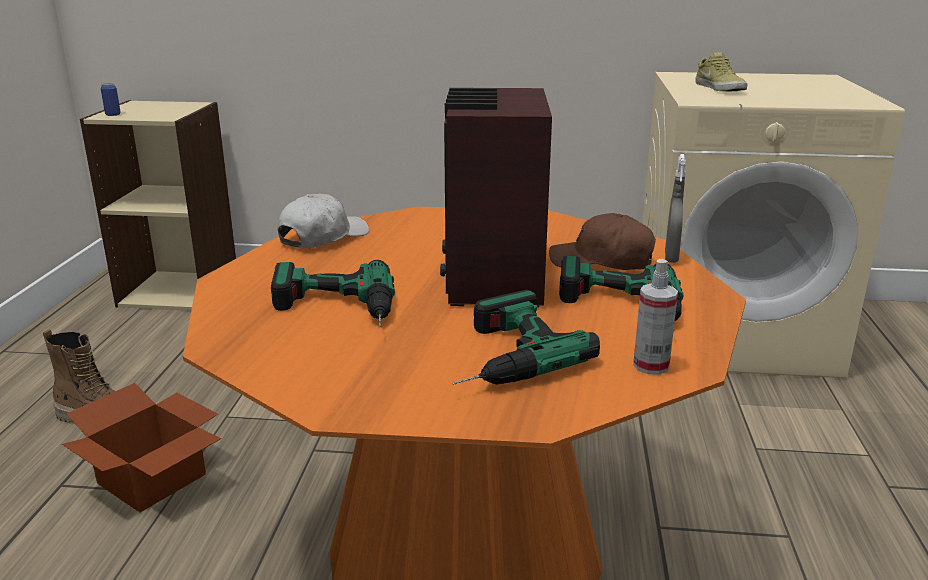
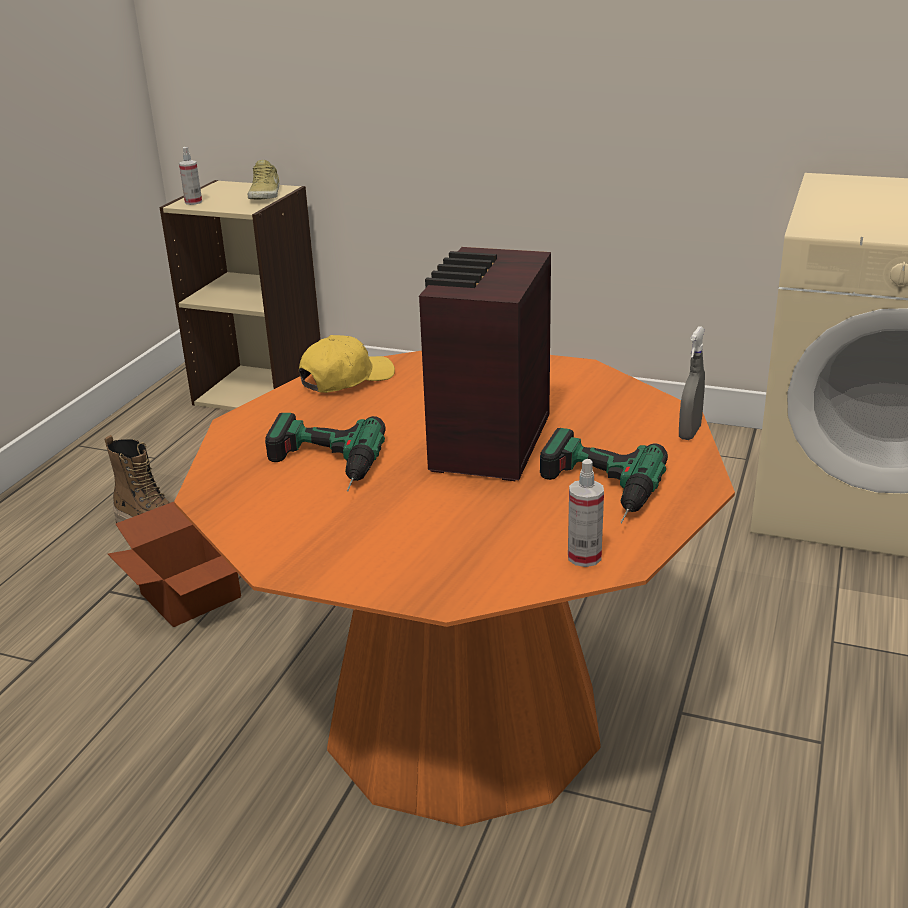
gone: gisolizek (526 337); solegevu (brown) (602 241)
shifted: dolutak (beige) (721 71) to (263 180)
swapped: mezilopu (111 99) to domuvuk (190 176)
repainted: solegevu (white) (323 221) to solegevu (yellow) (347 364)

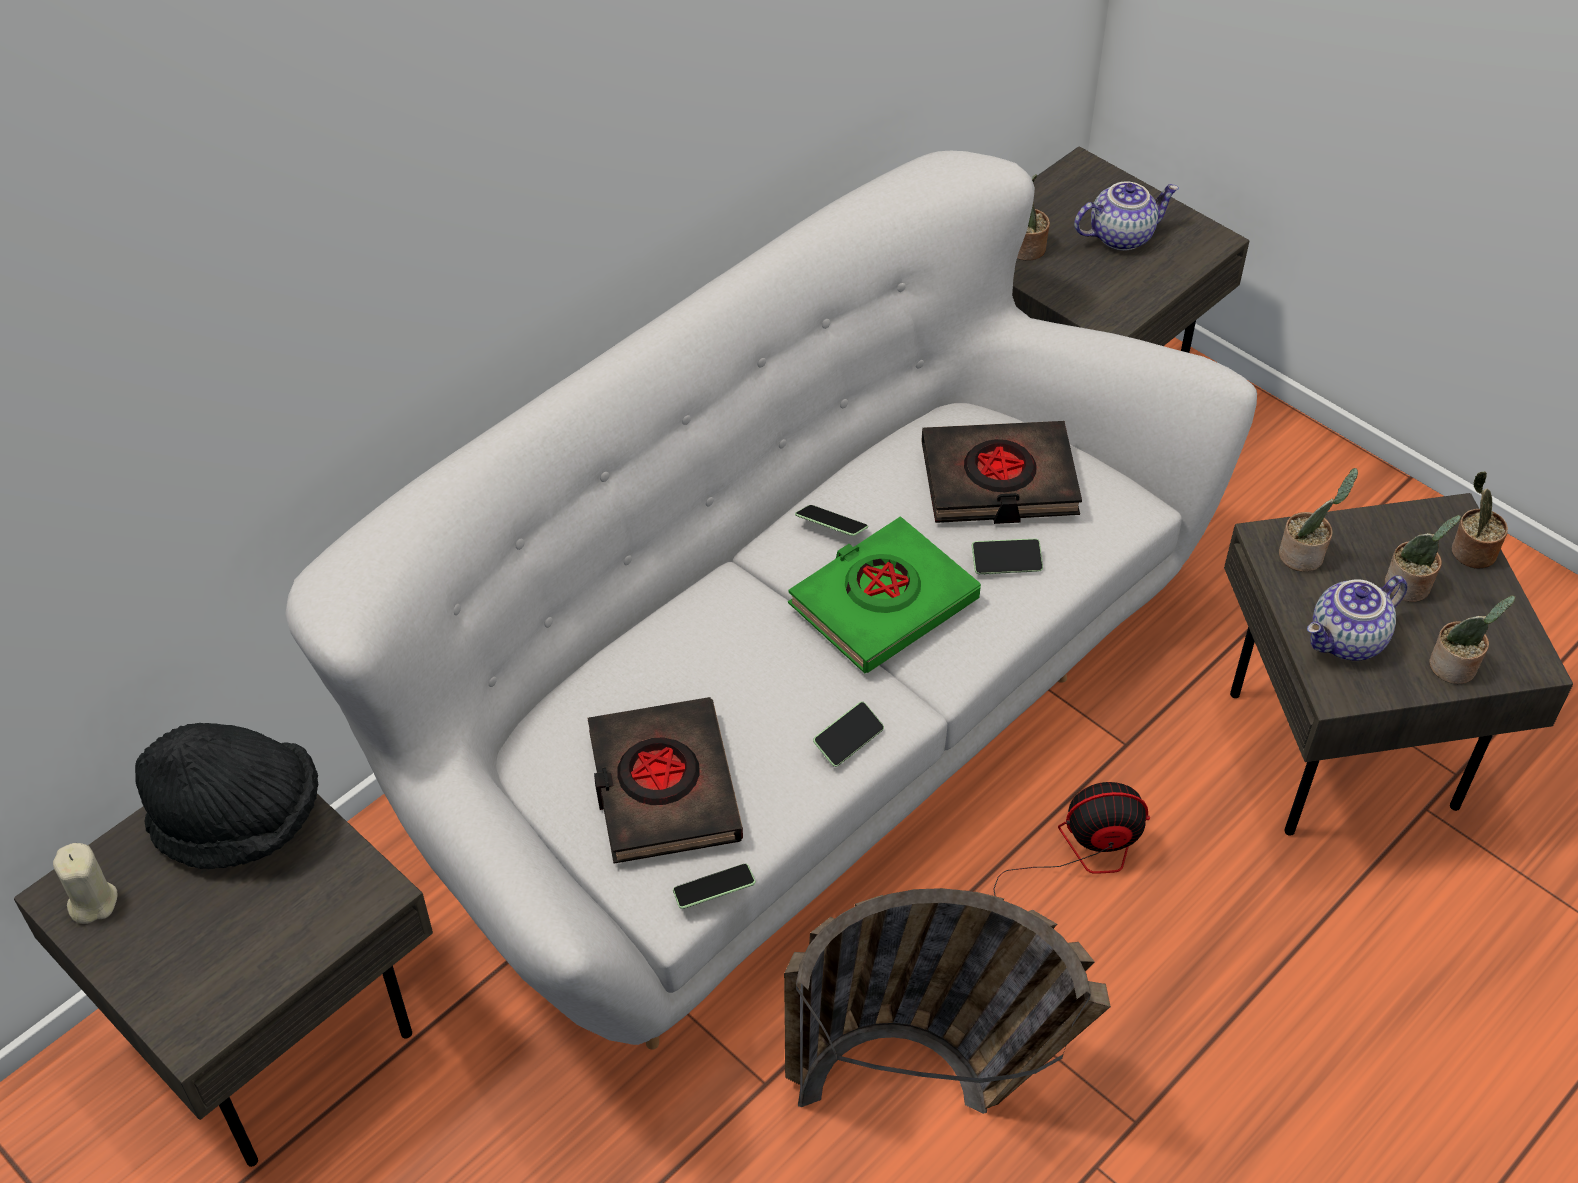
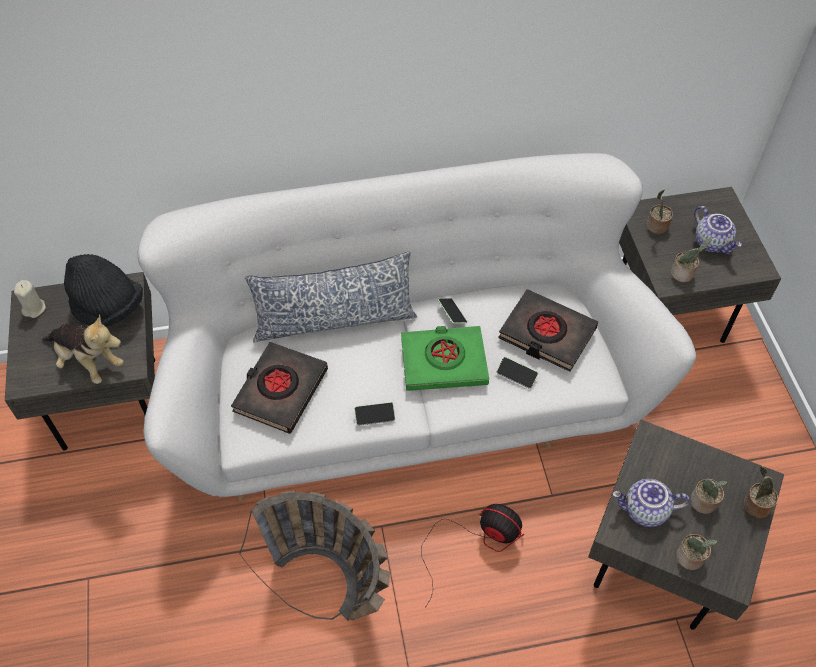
gone: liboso (714 886)
new: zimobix (83 349); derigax (331 297)
shifted: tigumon (1318 520) to (691 259)
rotated: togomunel (1126 216) = (718 230) 45 degrees clockwise

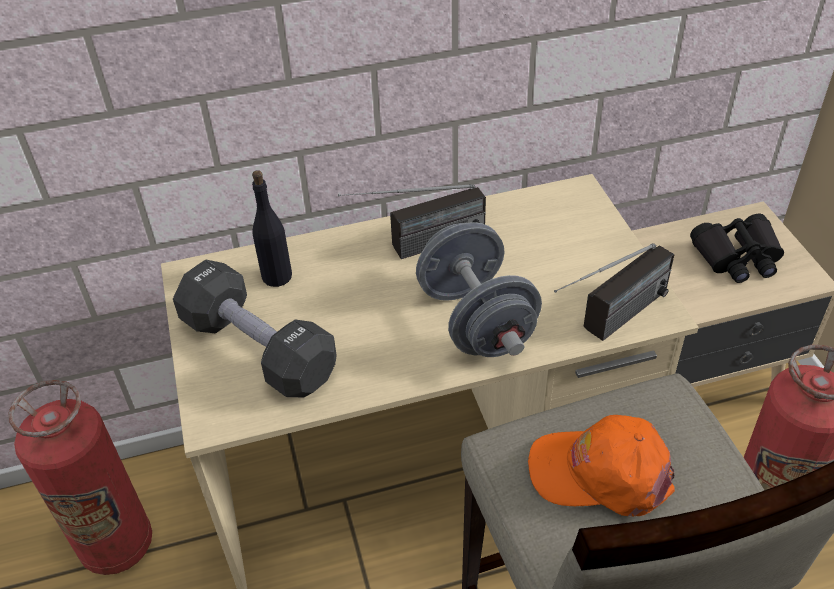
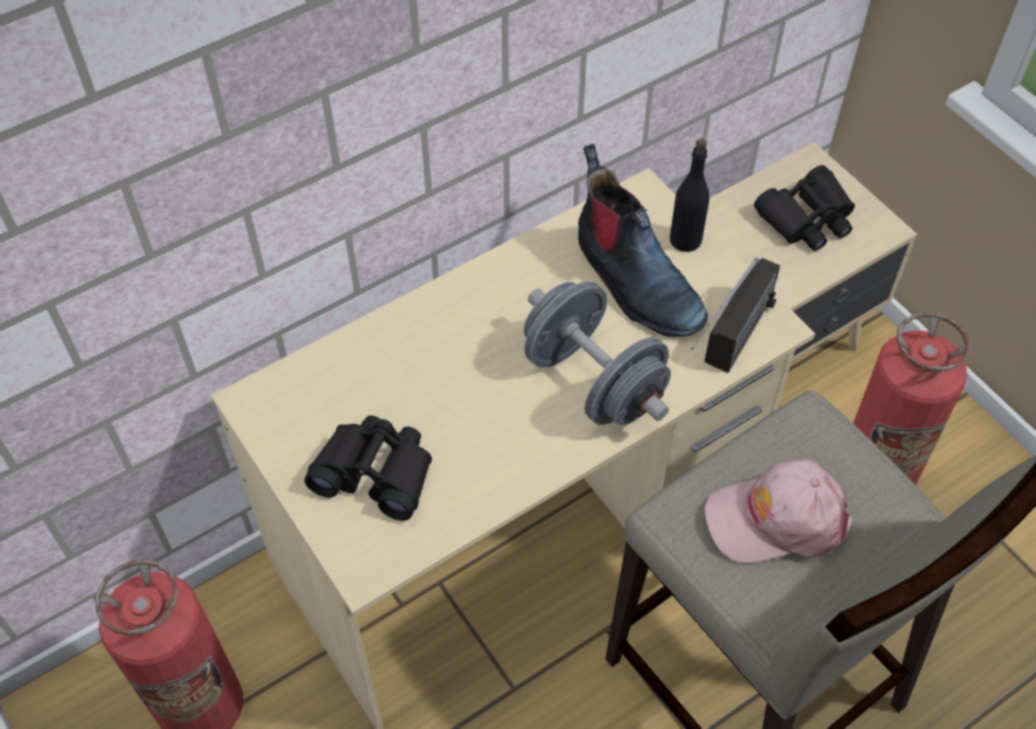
gone: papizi (412 221)
new: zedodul (643 240)
shifted: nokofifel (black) (272 228) to (689 195)
swapped: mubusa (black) (255 328) to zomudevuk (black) (368 468)
repainted: solegevu (orange) (601 465) to solegevu (pink) (778 511)

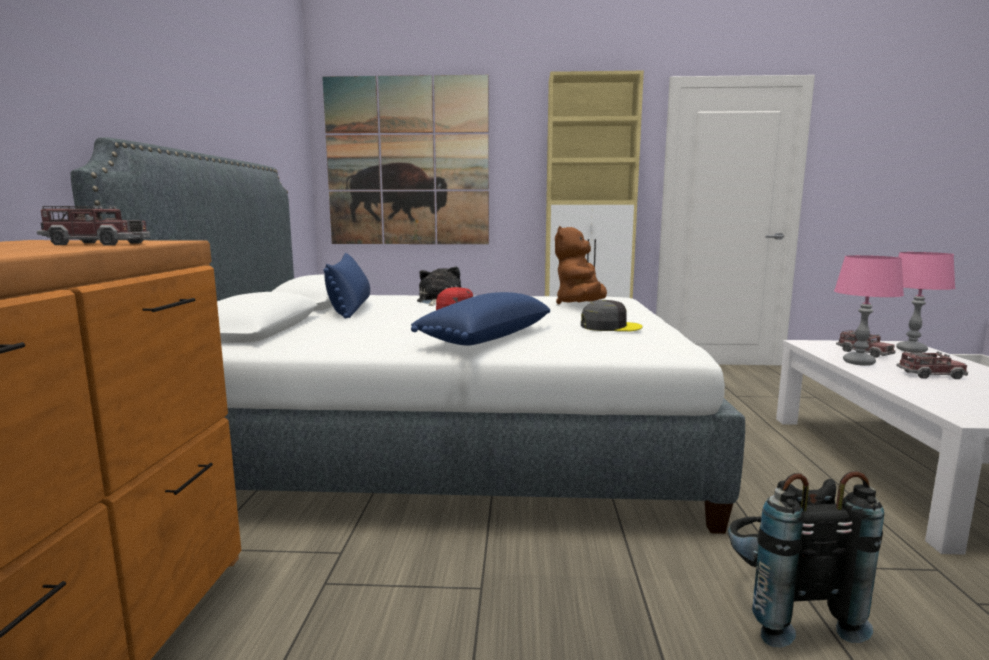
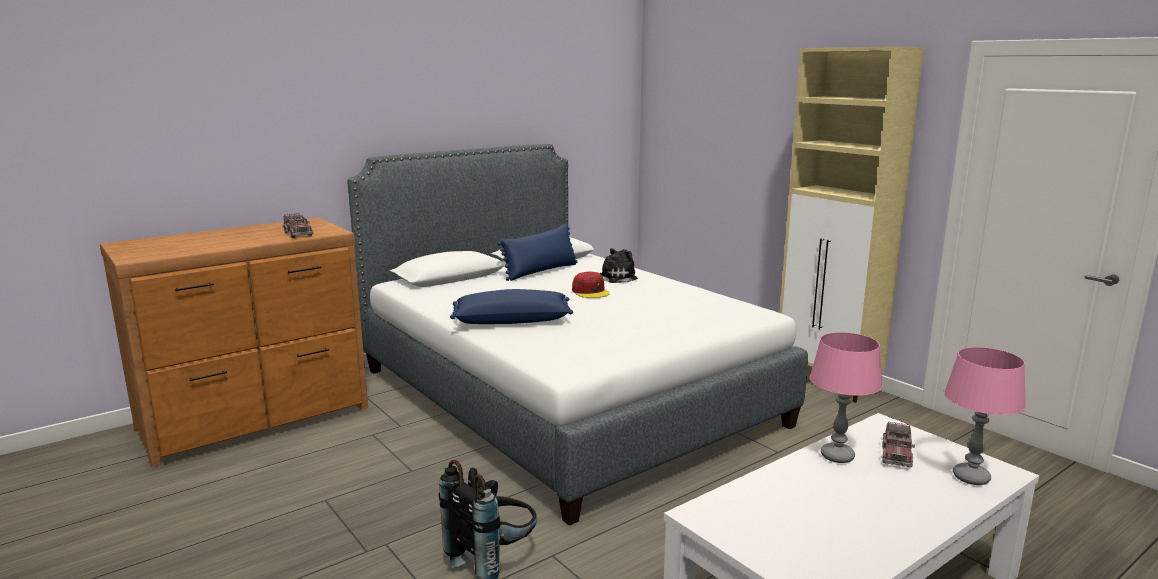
gone: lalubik (405 159); zimobix (brown) (581 265); solegevu (grey) (612 316); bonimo (932 365)

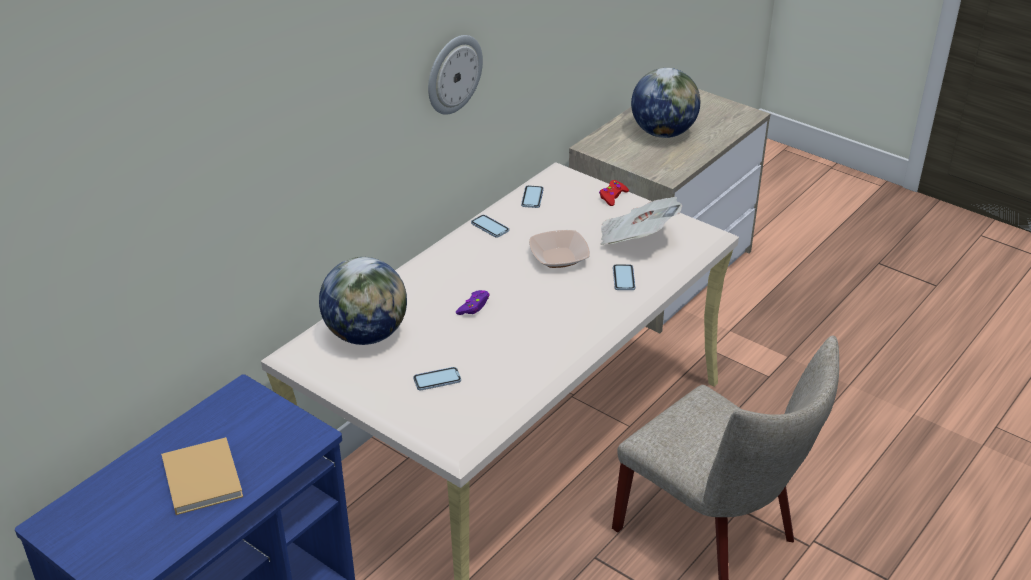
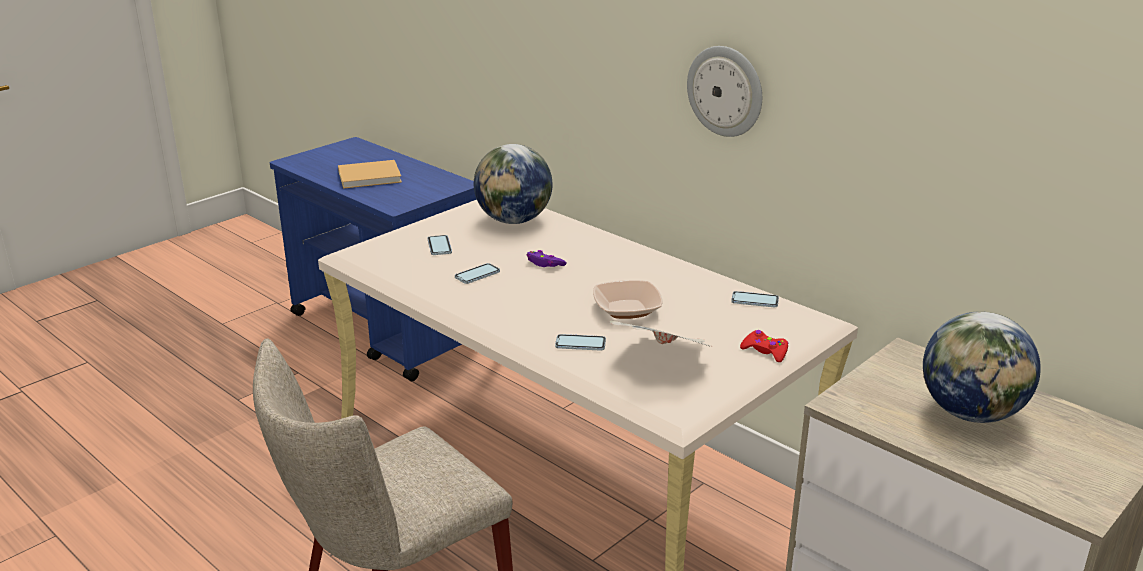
shifted: liboso (490 226) to (477 273)

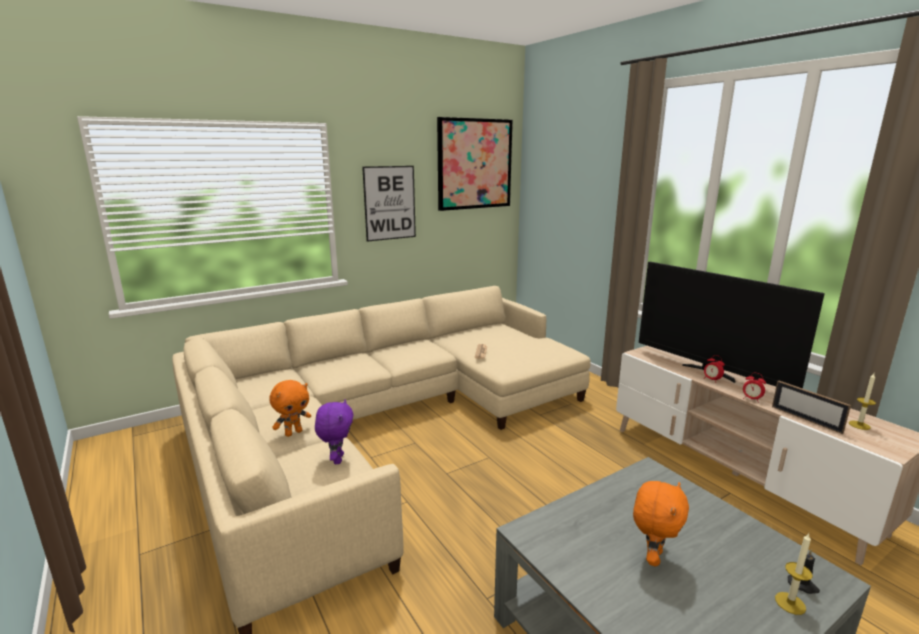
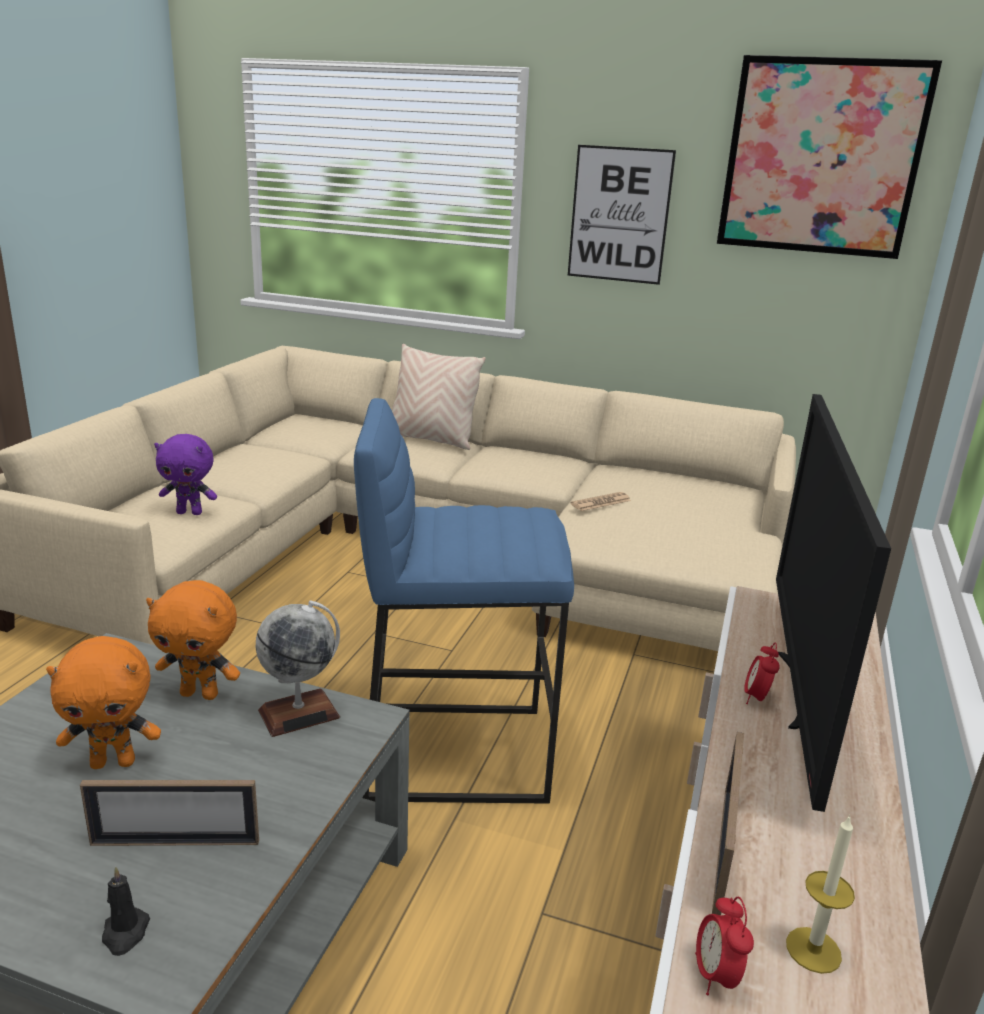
gone: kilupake (794 574)
new: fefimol (169 813); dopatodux (298 669); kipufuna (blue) (464 600); derigax (beige) (439 397)
shifted: zimobix (orange) (290 408) to (193 640); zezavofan (754 388) to (724 946)
rotated: zimobix (purple) (334 431) = (185 474) 45 degrees clockwise

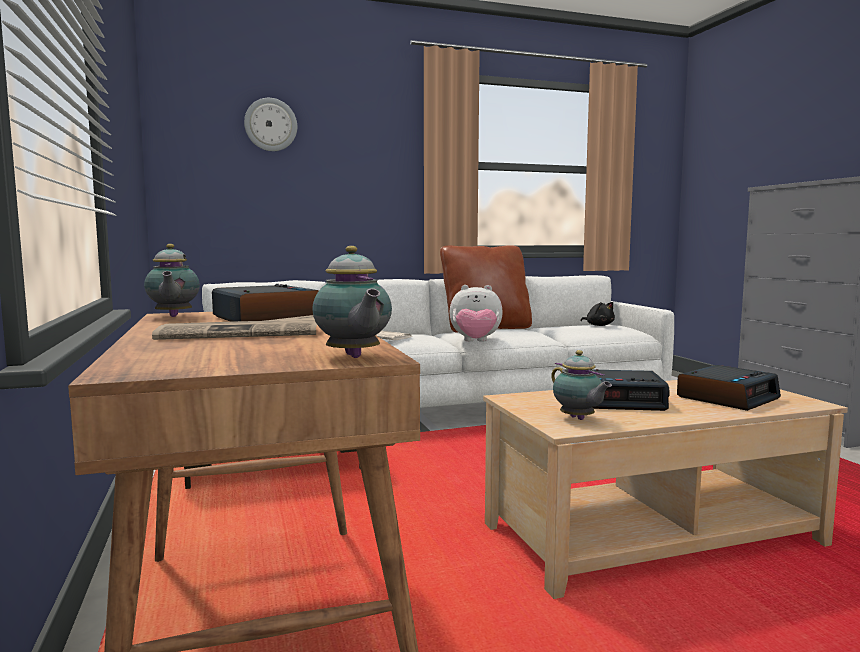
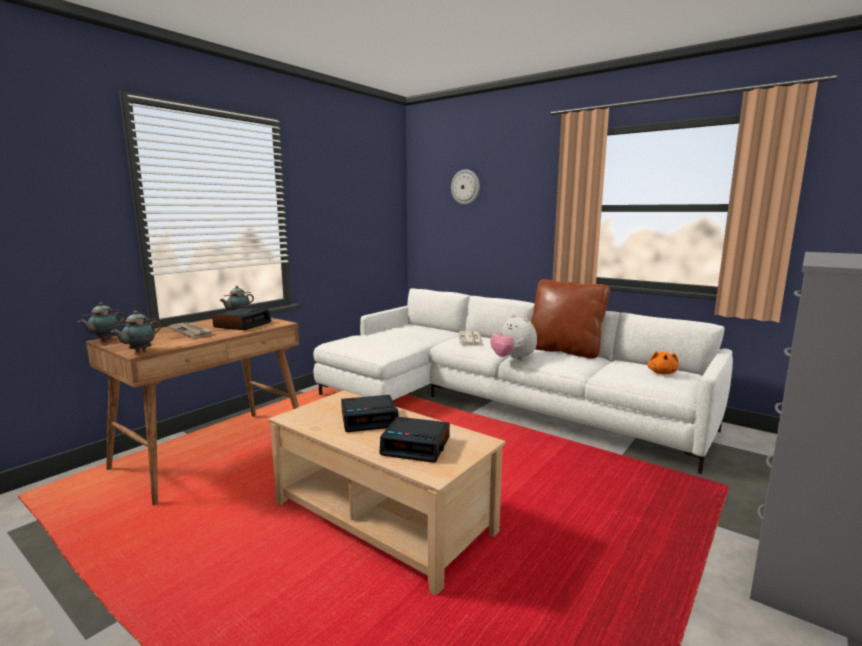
shifted: togomunel (581 385) to (101 321)
repainted: zimobix (black) (598 314) to zimobix (orange) (663 362)
rotated: zezavofan (630 390) = (369 413) 75 degrees counterclockwise

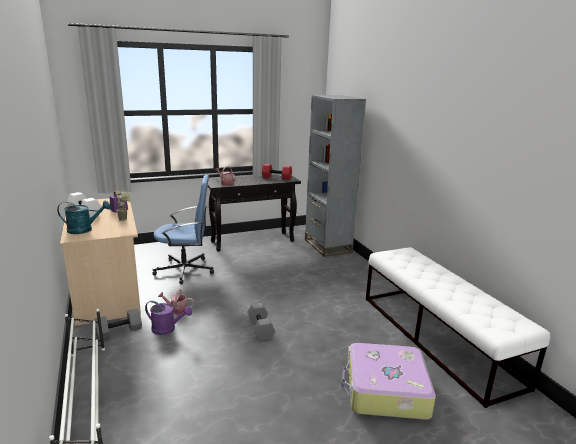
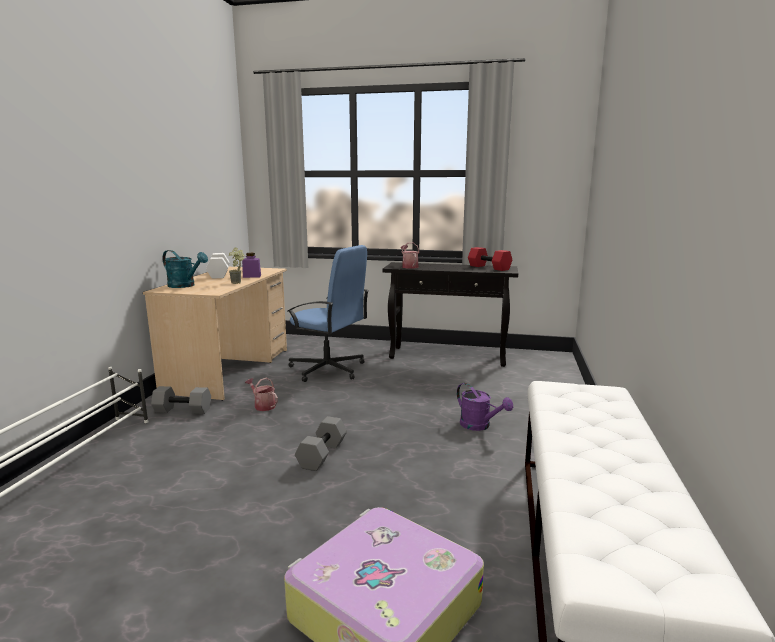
gone: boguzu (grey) (335 176)
shifted: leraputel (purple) (168 318) to (485 407)

